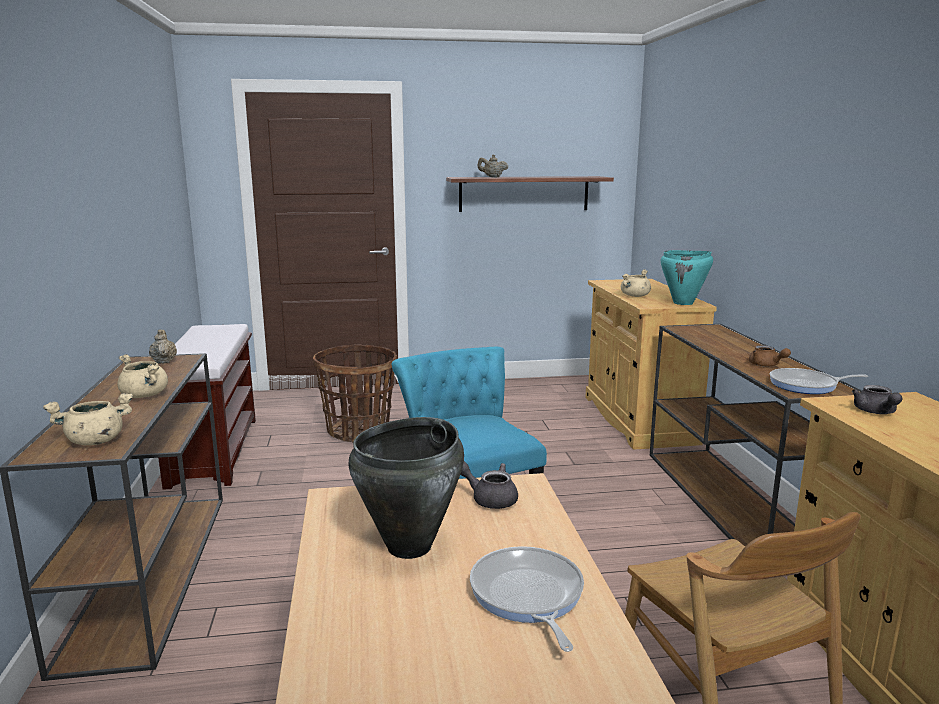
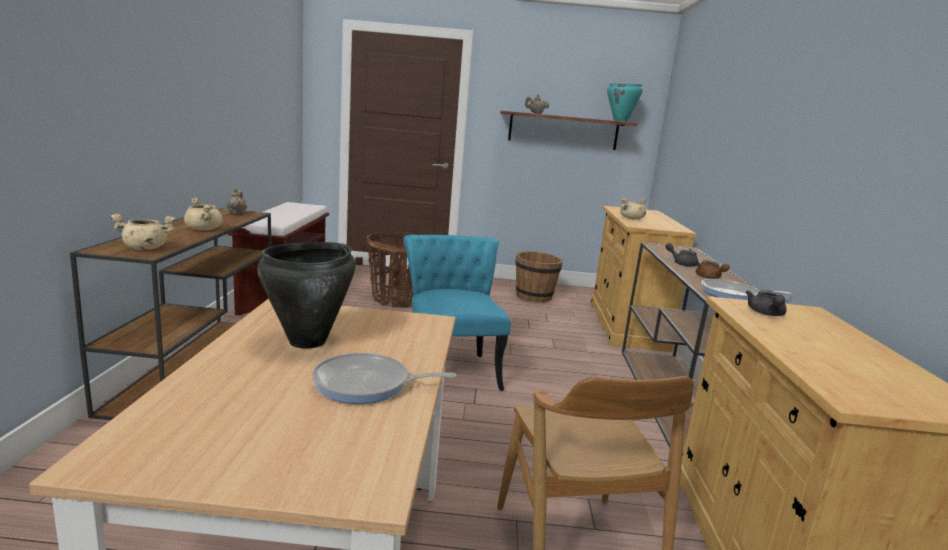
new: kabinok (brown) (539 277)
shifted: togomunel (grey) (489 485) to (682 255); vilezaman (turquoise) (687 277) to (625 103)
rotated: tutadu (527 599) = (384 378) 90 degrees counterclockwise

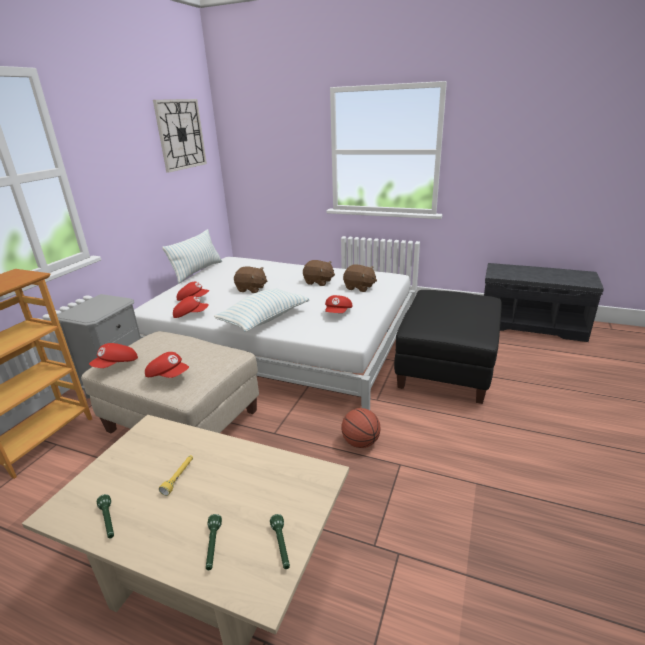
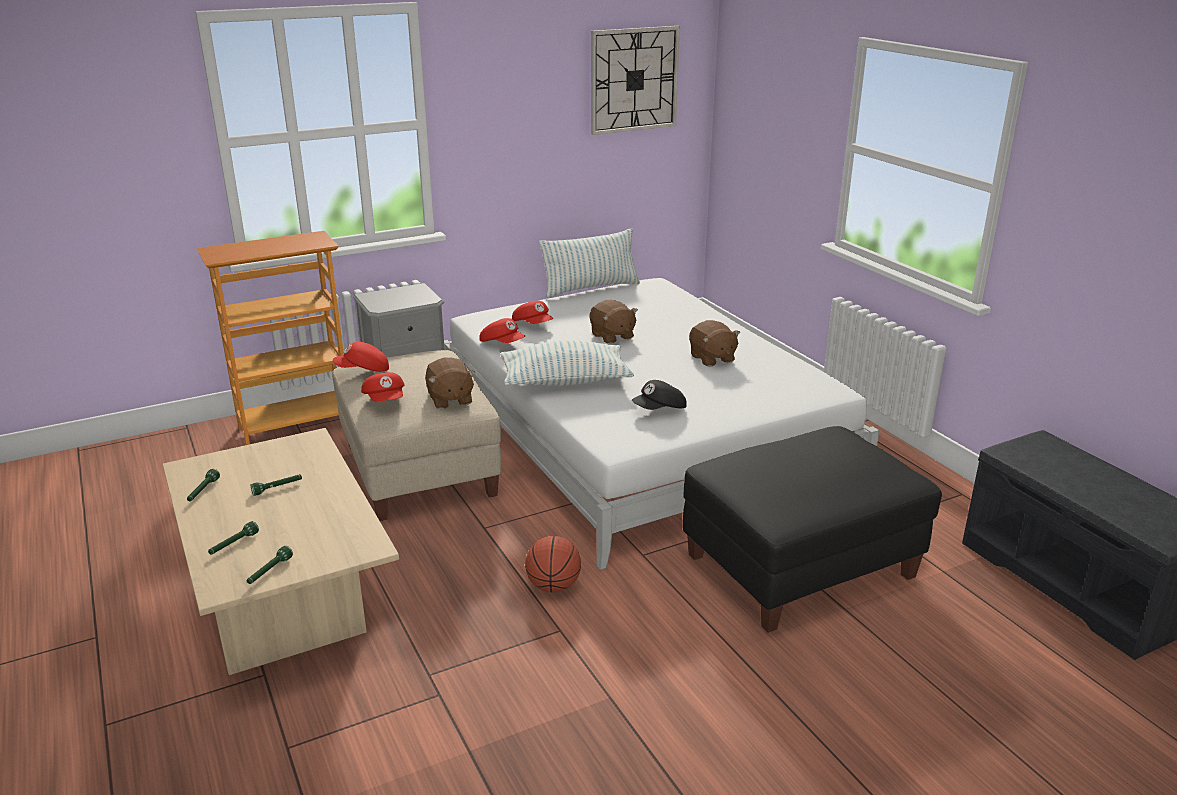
shifted: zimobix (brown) (360 278) to (450 383)
repainted: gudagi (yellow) (176 475) to gudagi (green) (276 485); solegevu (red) (339 304) to solegevu (black) (659 395)

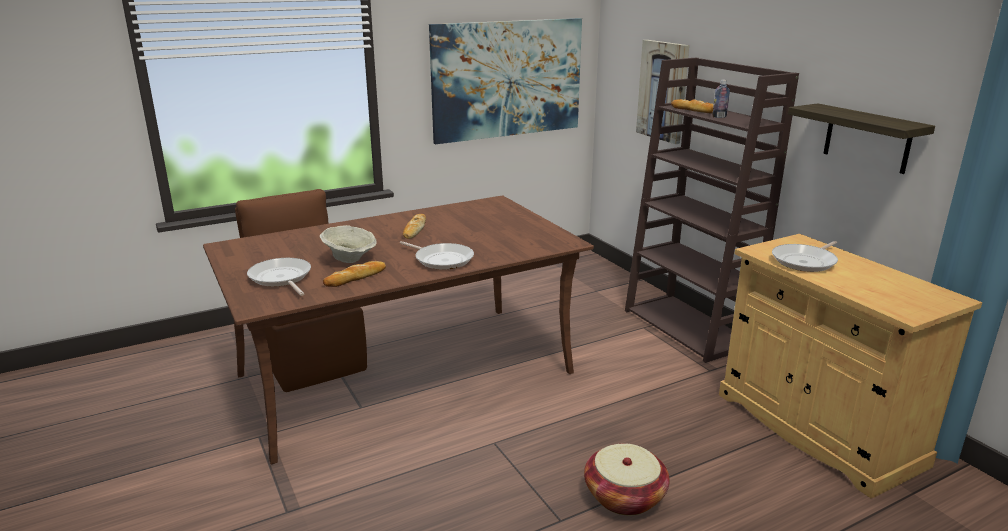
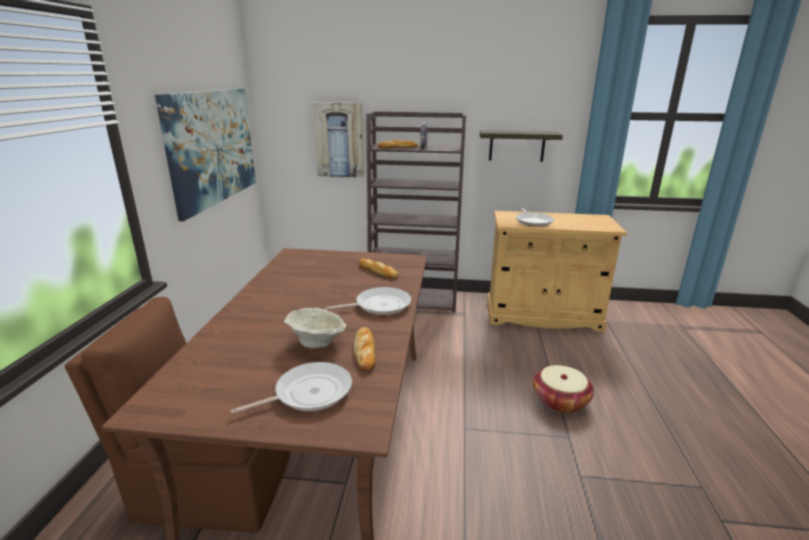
shifted: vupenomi (414 226) to (379 268)
rotated: tutadu (279 277) = (291 388) 150 degrees clockwise

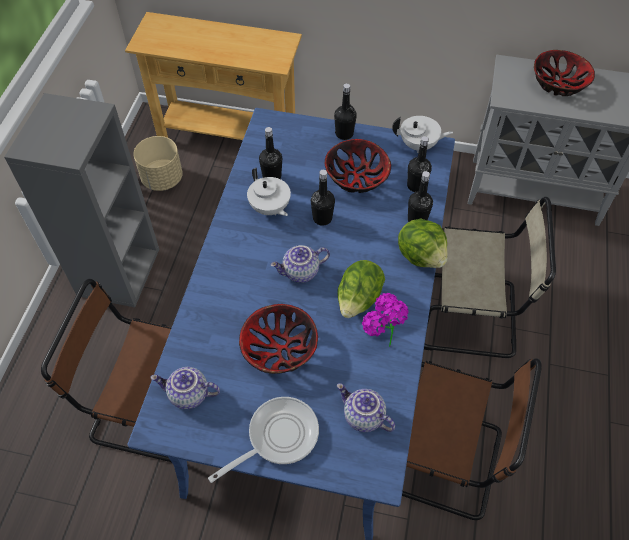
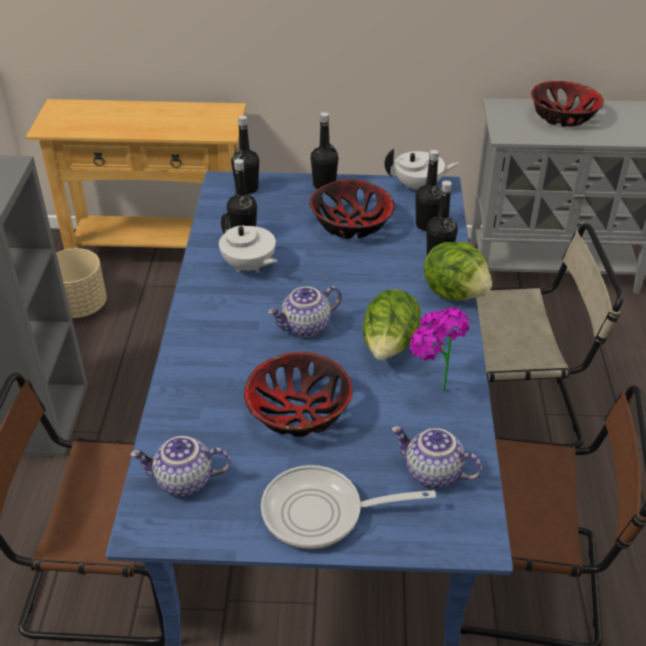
shifted: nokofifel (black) (323 198) to (245 154)
rotated: tutadu (263 440) = (348 507) 135 degrees counterclockwise

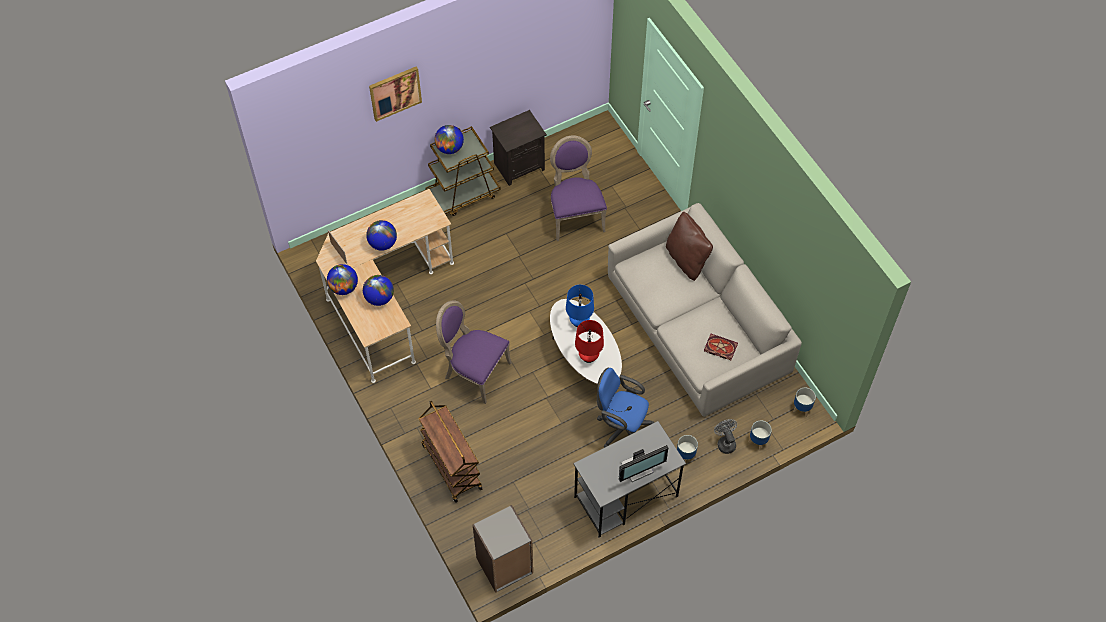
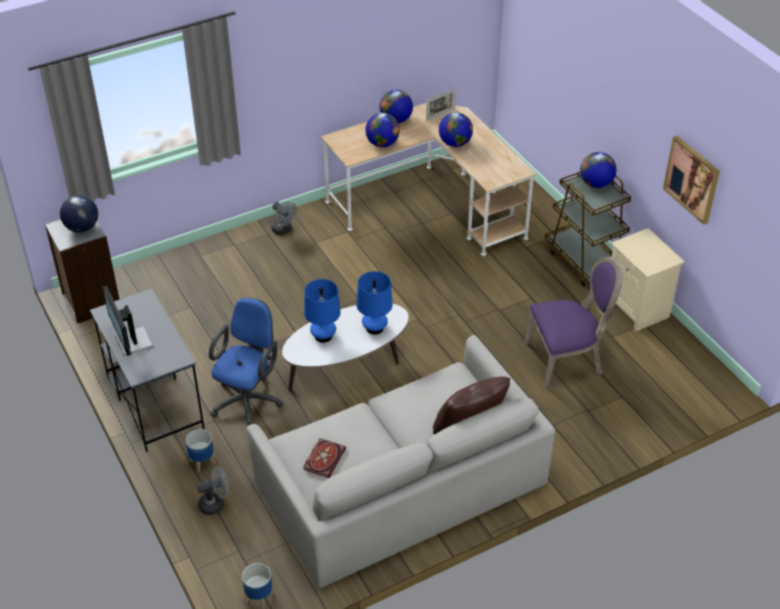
gone: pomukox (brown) (450 452); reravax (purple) (474 352); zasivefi (760 435)
new: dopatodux (79 213); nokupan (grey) (284 218)
shifted: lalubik (395 94) to (691 180)
repainted: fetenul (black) (518 148) to fetenul (beige) (648 279); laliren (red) (589 341) to laliren (blue) (322 311)

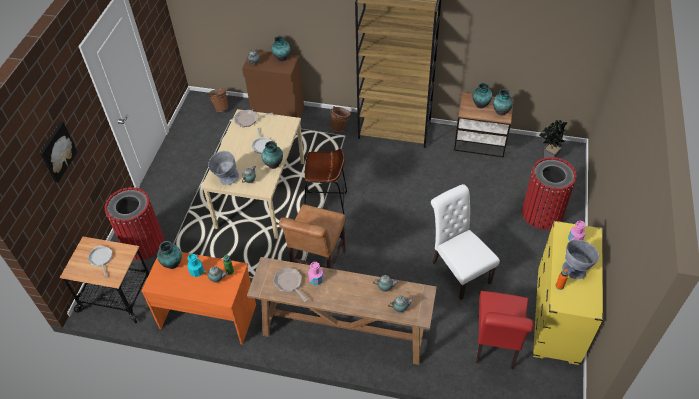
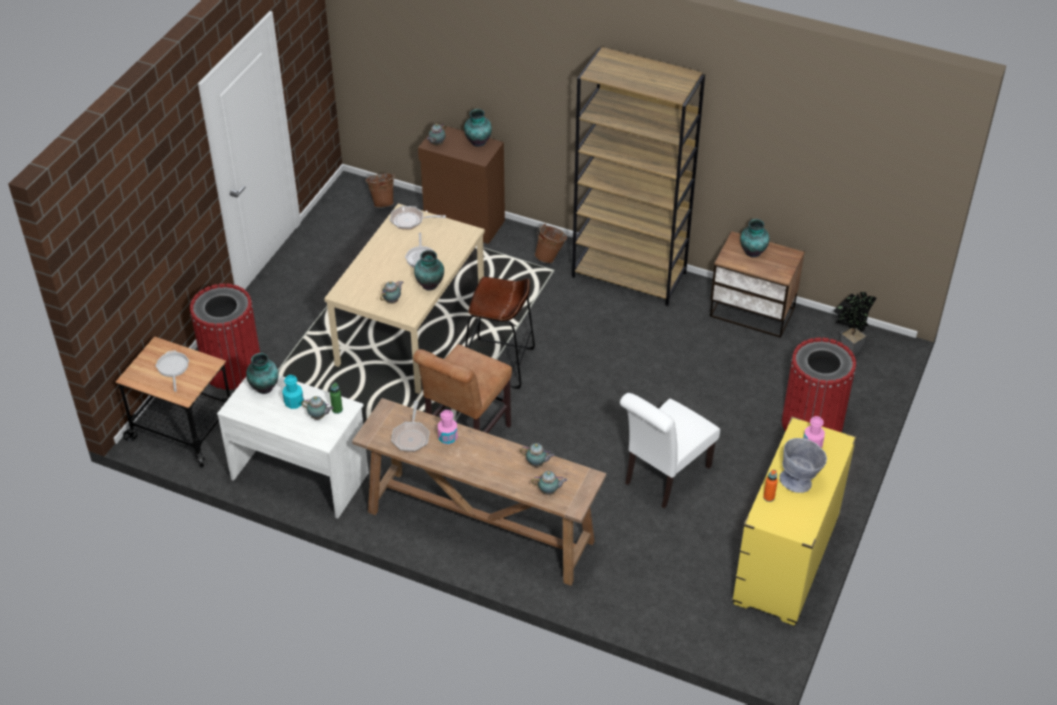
gone: lalubik (58 152); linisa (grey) (223 168); reravax (red) (505 330); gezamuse (503 102)
repainted: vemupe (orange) (198 298) to vemupe (white) (293 447)
rotated: tutadu (290 285) = (410 426) 150 degrees counterclockwise; reravax (white) (465 242) = (670 451) 120 degrees counterclockwise

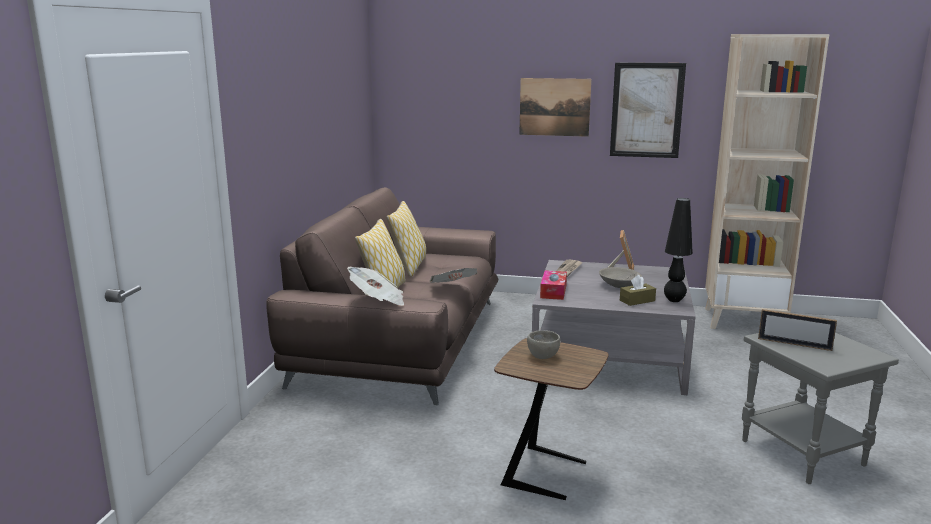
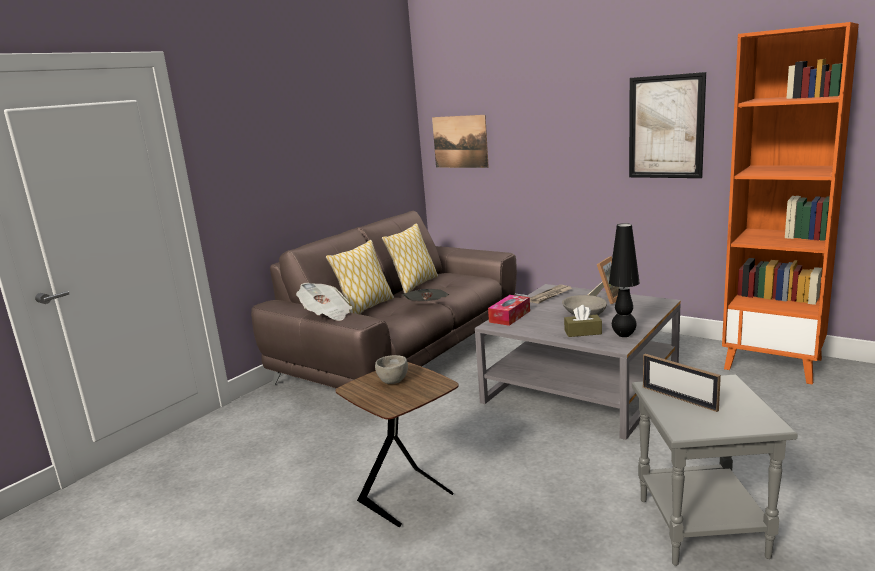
shifted: lalubik (555 107) to (460 141)
repainted: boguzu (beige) (767 181) to boguzu (orange) (790 203)

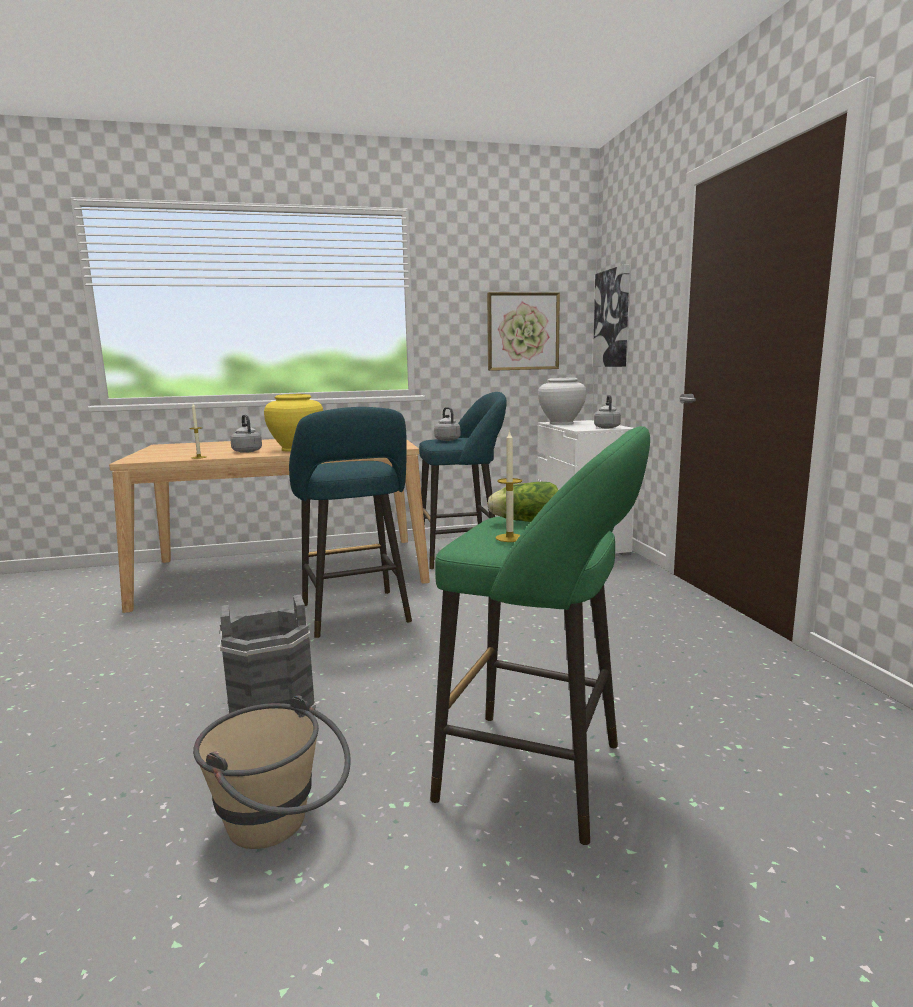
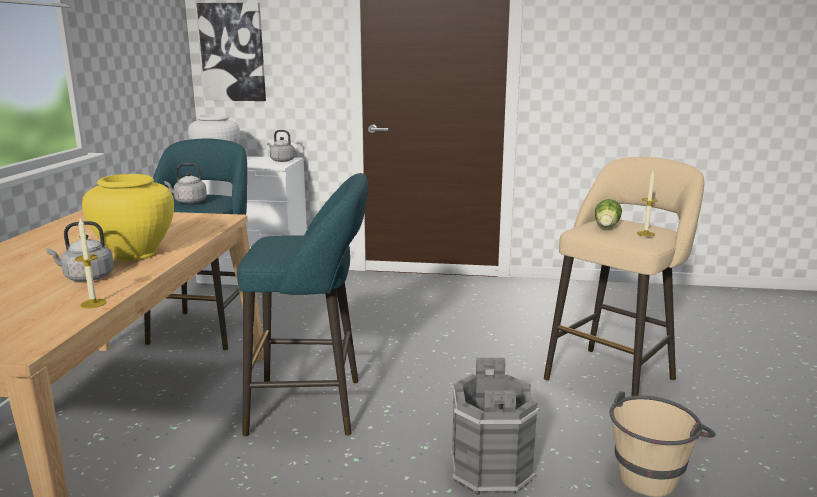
gone: lalubik (523 331)
repainted: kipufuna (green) (540 635) to kipufuna (beige) (624 276)

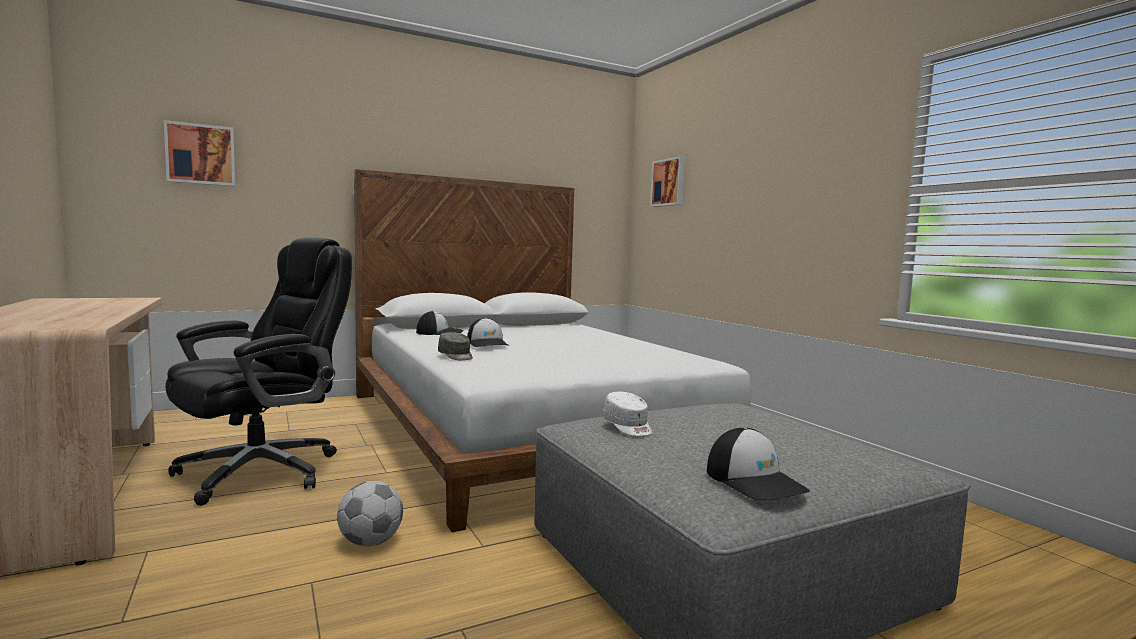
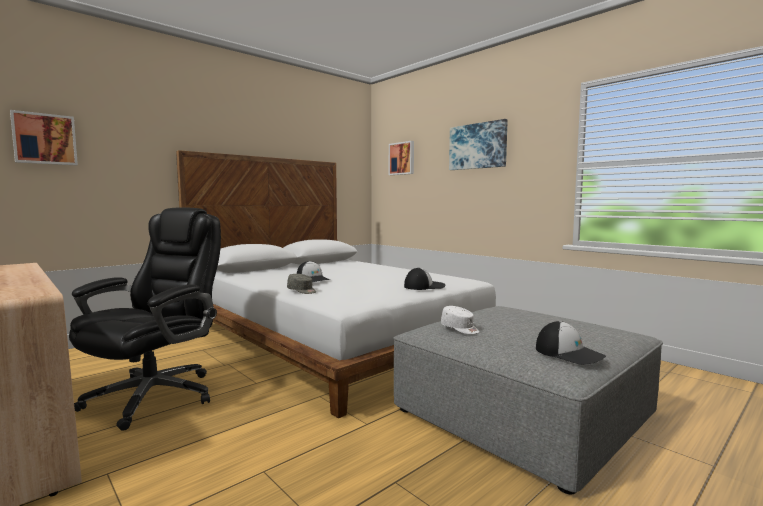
gone: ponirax (370 514)
new: lalubik (478 144)
shifted: solegevu (440 323) to (425 279)

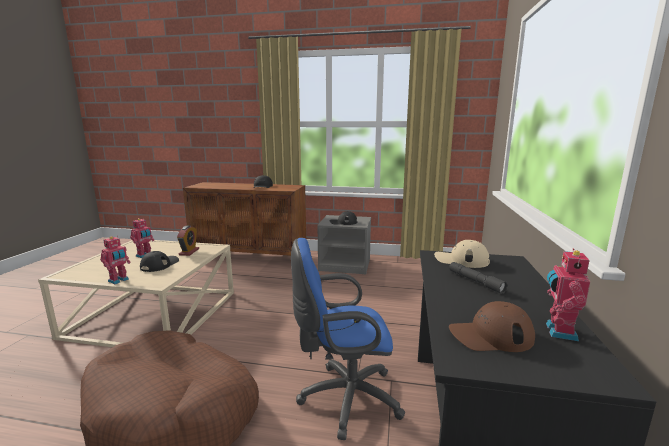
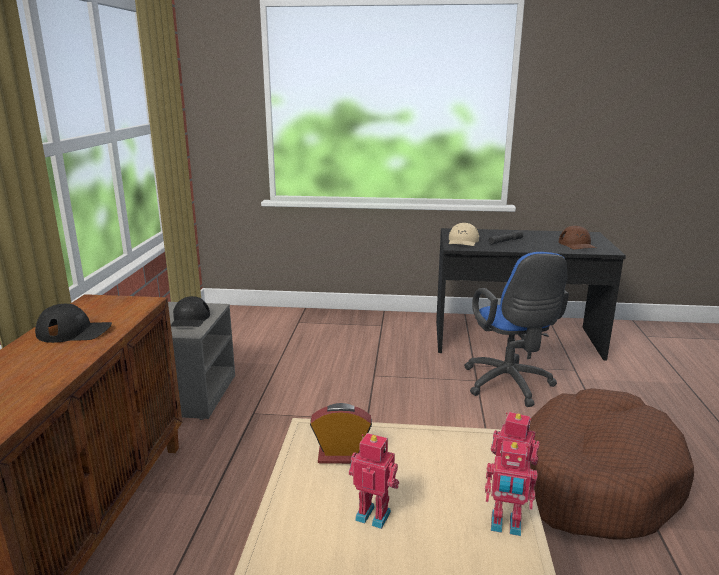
gone: solegevu (black) (159 261)
shifted: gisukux (568 294) to (511 488)

